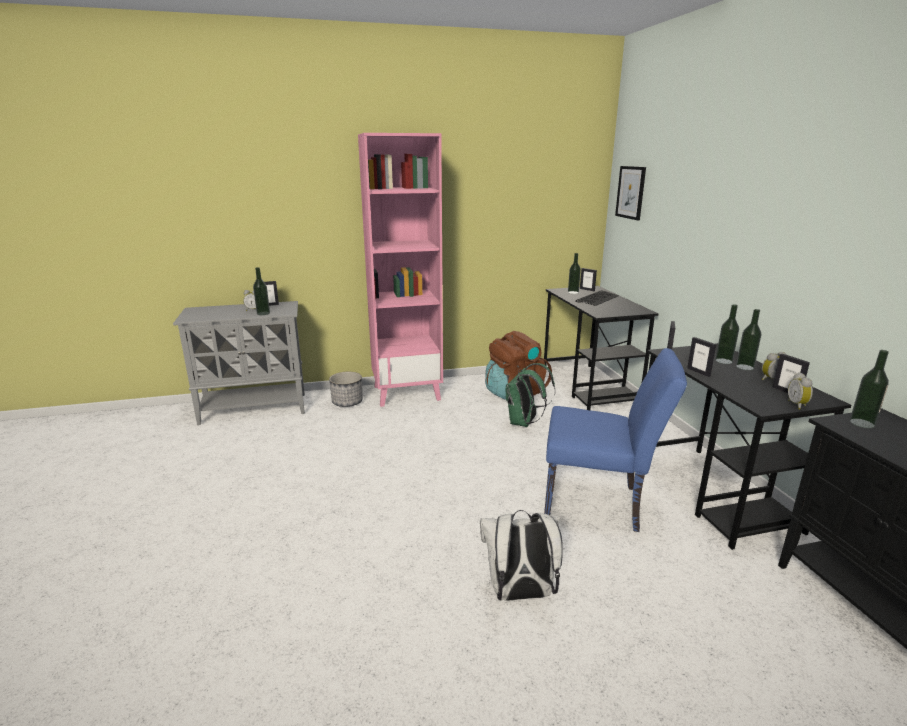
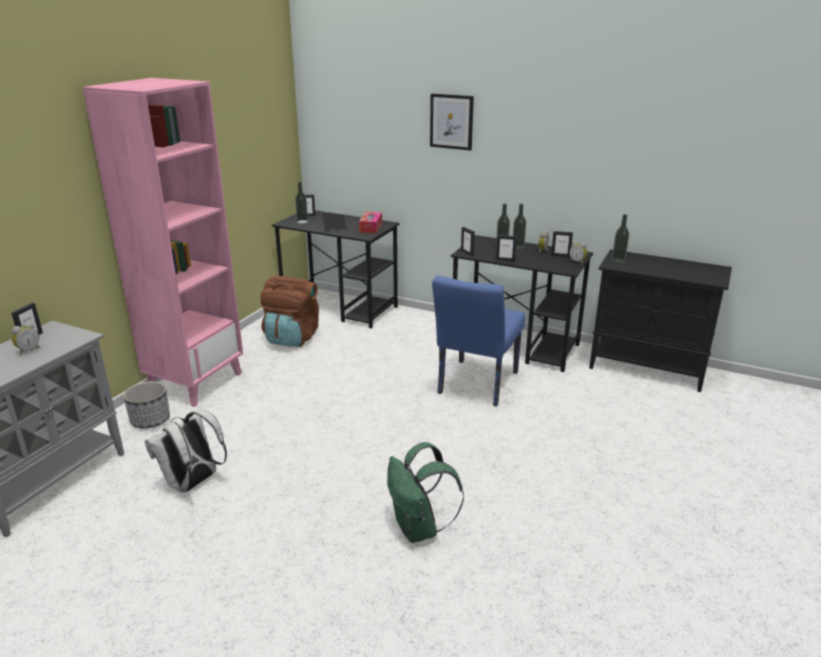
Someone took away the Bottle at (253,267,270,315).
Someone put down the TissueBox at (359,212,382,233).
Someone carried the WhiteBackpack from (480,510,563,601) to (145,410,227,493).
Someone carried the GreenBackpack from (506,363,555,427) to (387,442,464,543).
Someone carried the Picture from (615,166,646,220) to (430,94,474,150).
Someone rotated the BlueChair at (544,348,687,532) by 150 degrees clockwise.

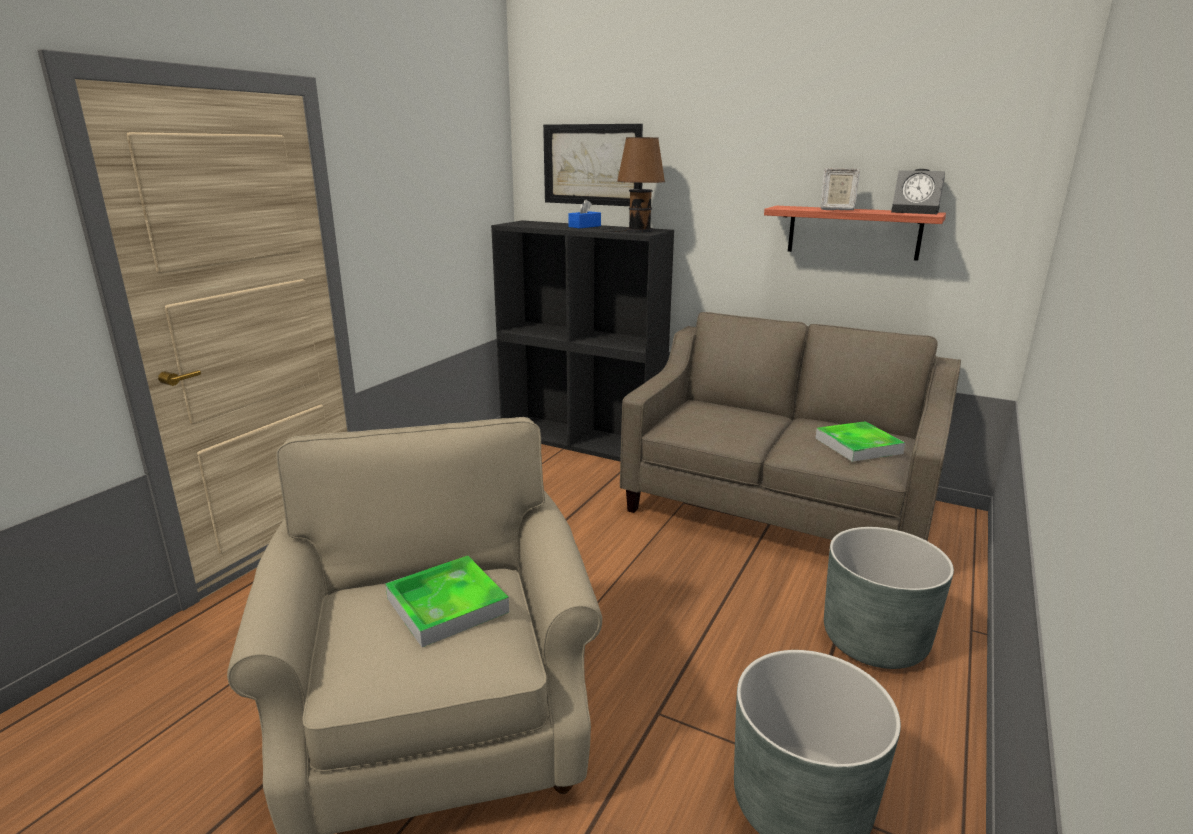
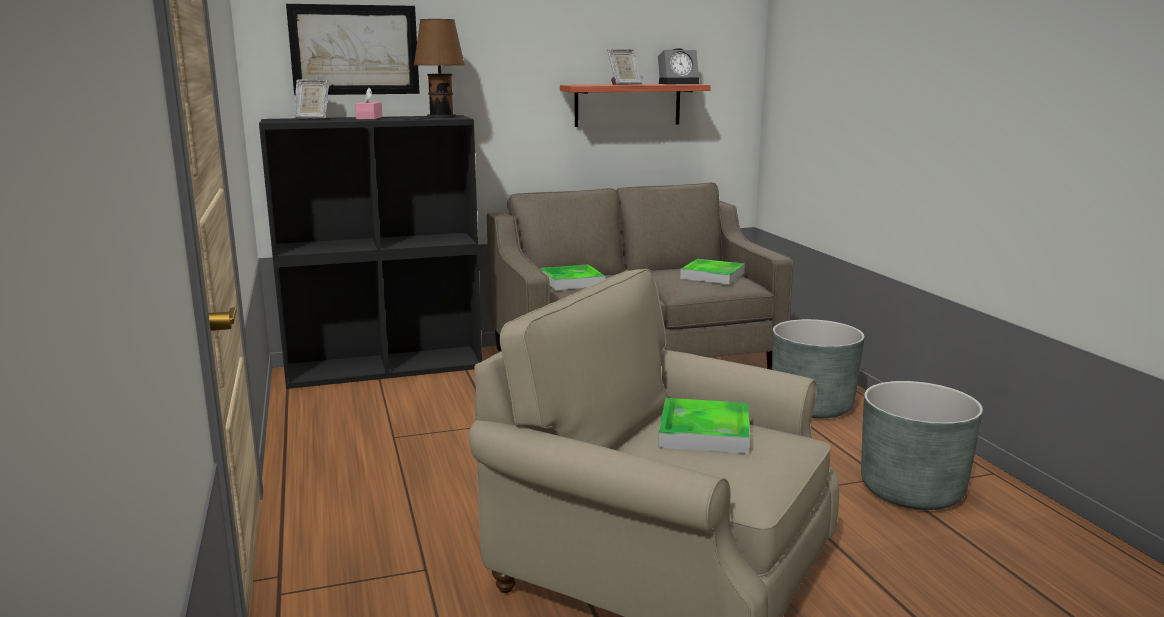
Someone put down the PictureFrame at (295,79,329,119).
Someone put down the Tray at (540,264,605,290).
Someone repainted the BlueTissueBox at (568,199,601,228), which became the PinkTissueBox at (355,88,382,119).

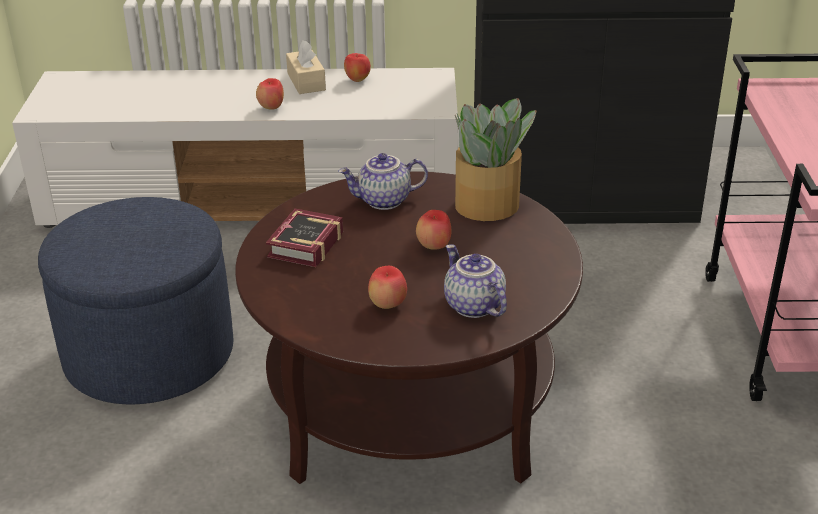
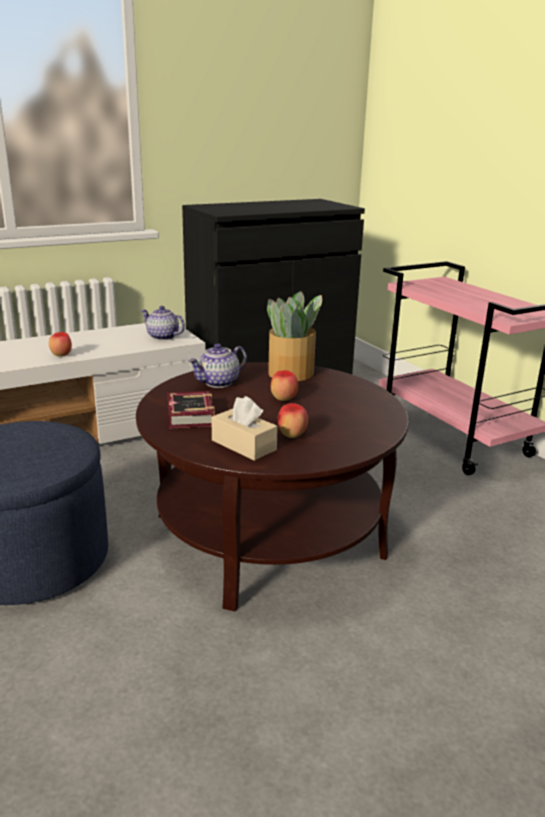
Someone took away the Apple at (344,53,371,82).
Someone carried the BeigeTissueBox from (286,40,326,94) to (211,396,278,461).
Someone carried the Teapot from (444,244,507,318) to (141,306,185,340).

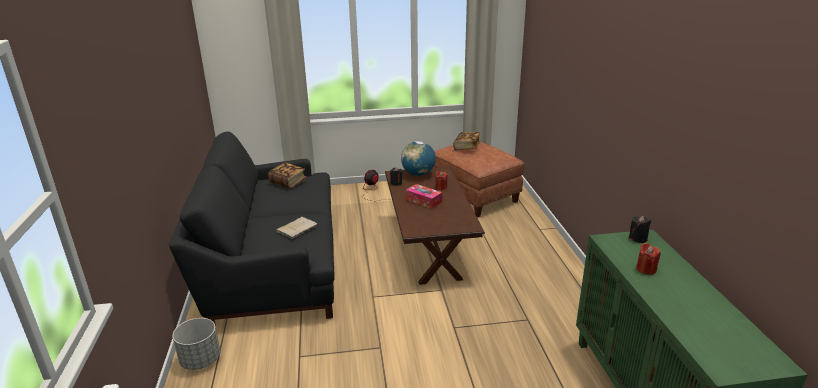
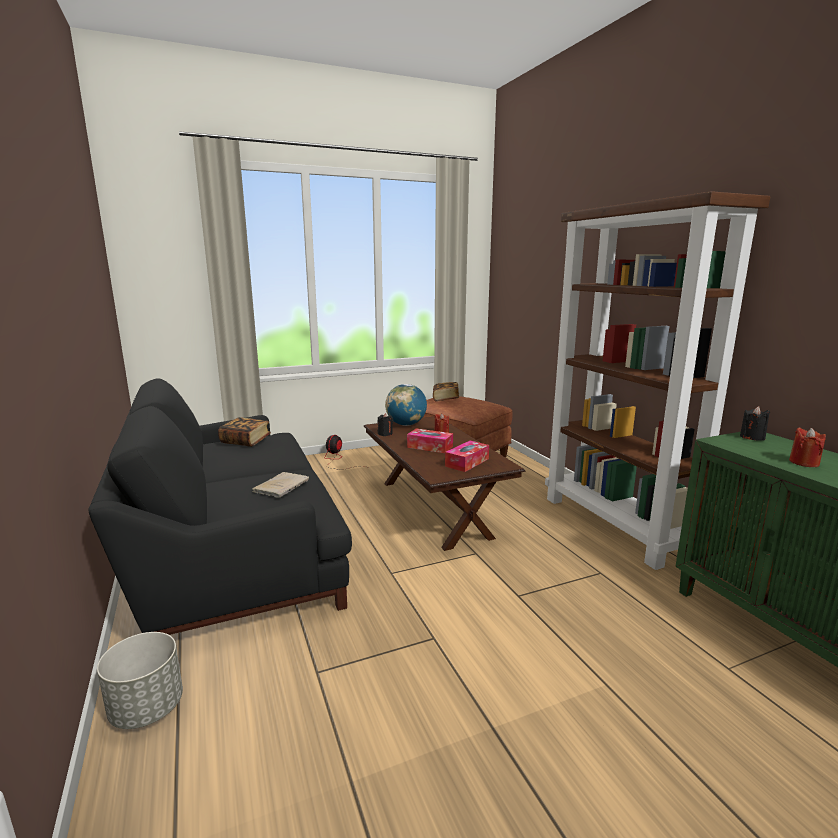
Someone put down the TissueBox at (445,441,489,472).
Someone put down the BrownBookcase at (545,191,771,570).

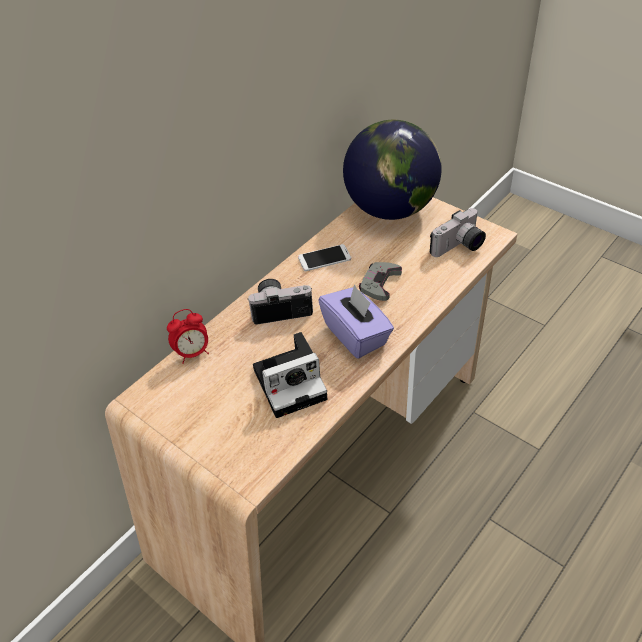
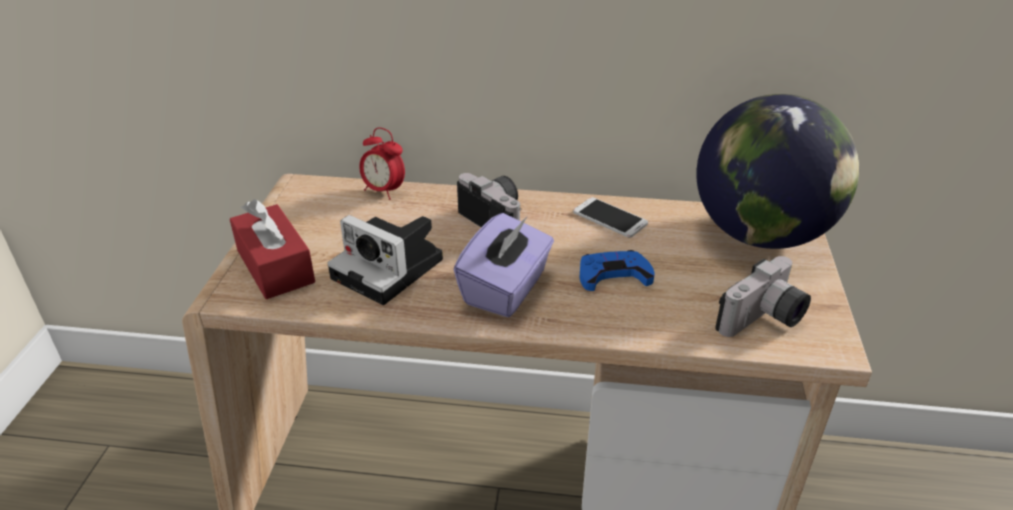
Someone put down the RedTissueBox at (230,199,315,299).
Someone repainted the GreyGameController at (359,262,402,301), which became the BlueGameController at (580,250,655,291).
Someone rotated the PhotoCamera at (430,208,486,257) by 60 degrees counterclockwise.

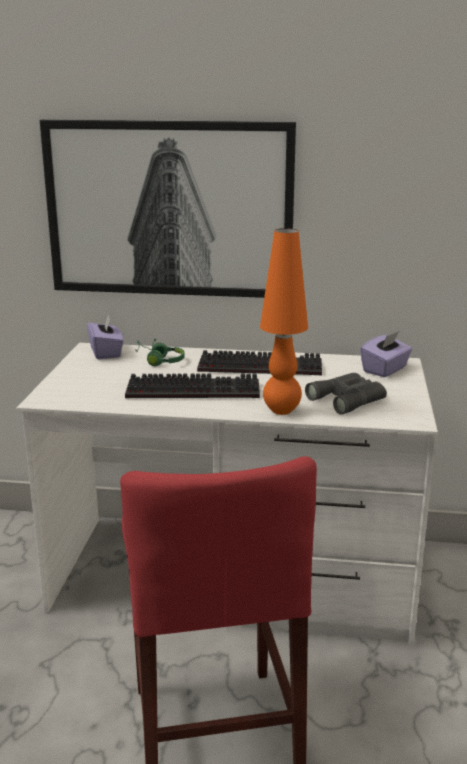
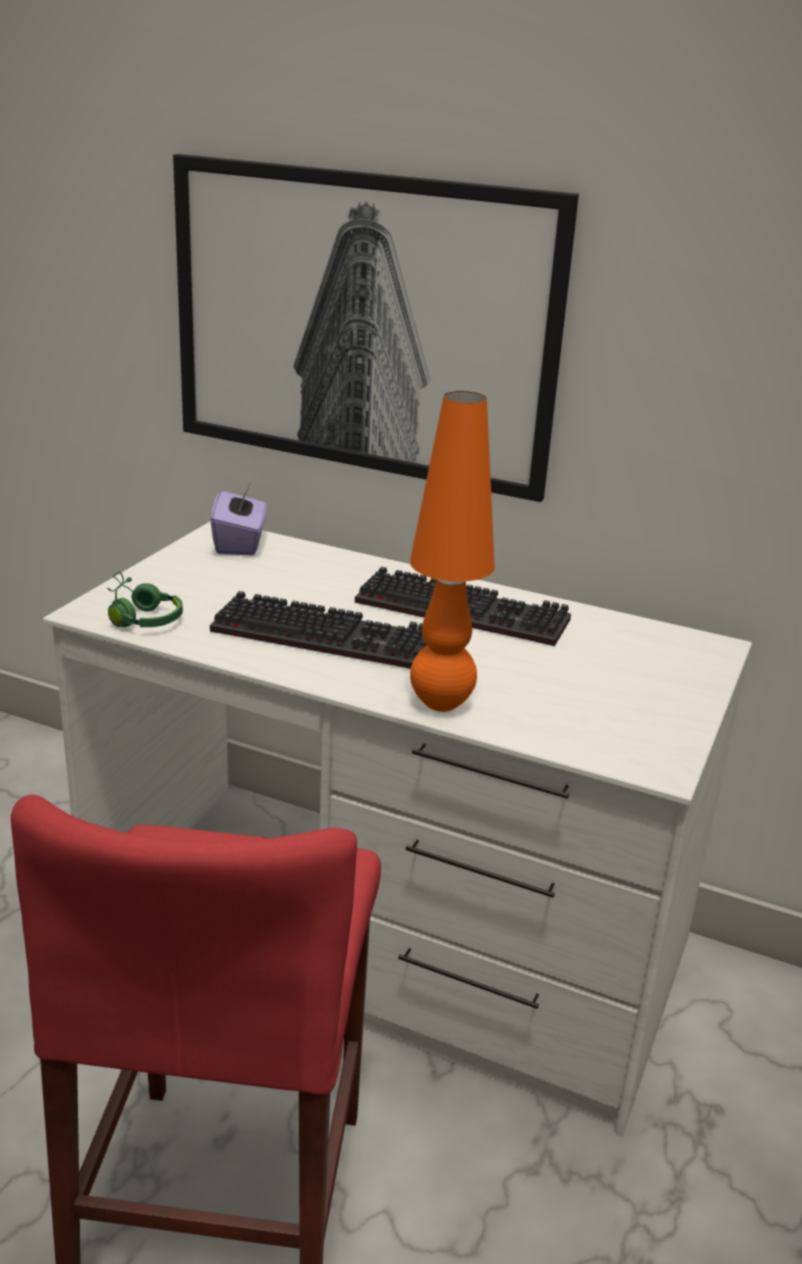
Someone took away the GreyBinoculars at (305,373,387,415).
Someone took away the PurpleTissueBox at (360,331,413,377).
Someone carried the GreenHeadphones from (135,339,185,366) to (106,572,183,627).

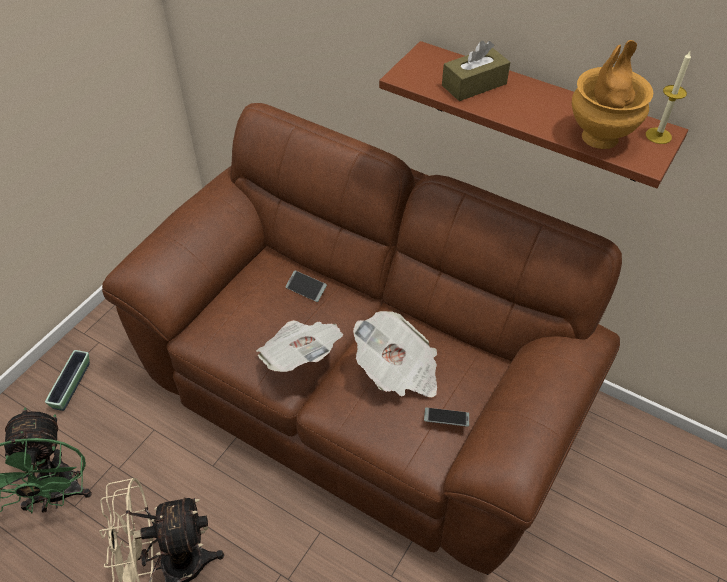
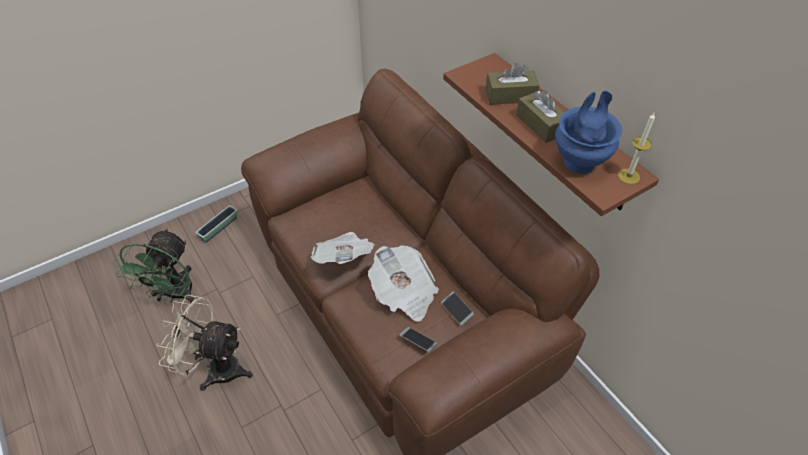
Someone put down the BrownTissueBox at (516,90,564,143).
Someone carried the Phone from (285,270,327,302) to (441,291,474,326).
Someone repainted the BrownVase at (572,40,653,149), which became the BlueVase at (555,90,622,174).

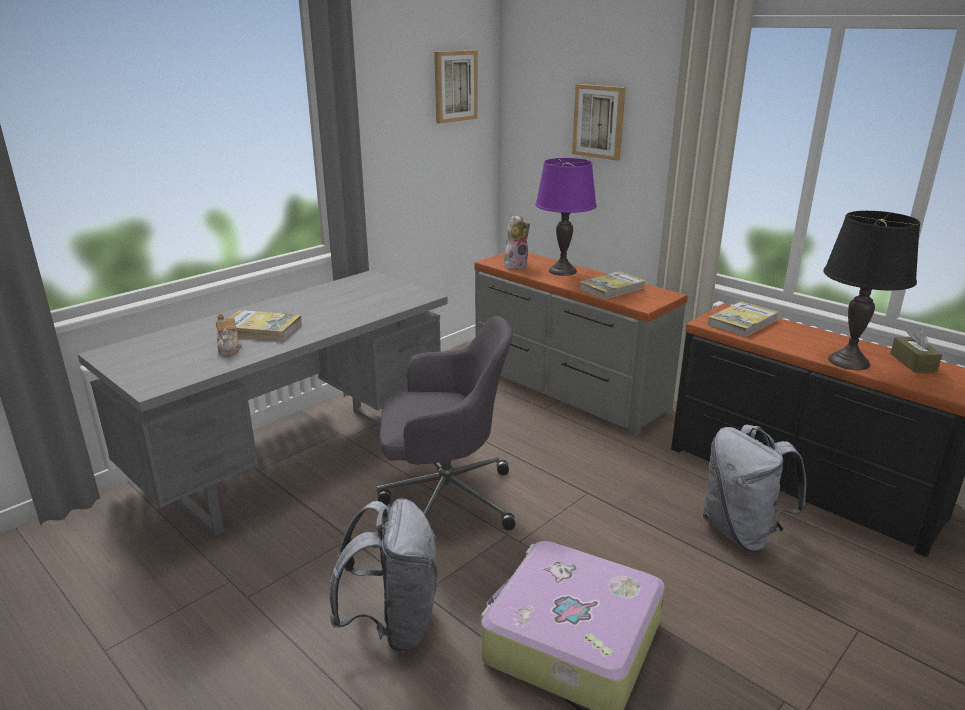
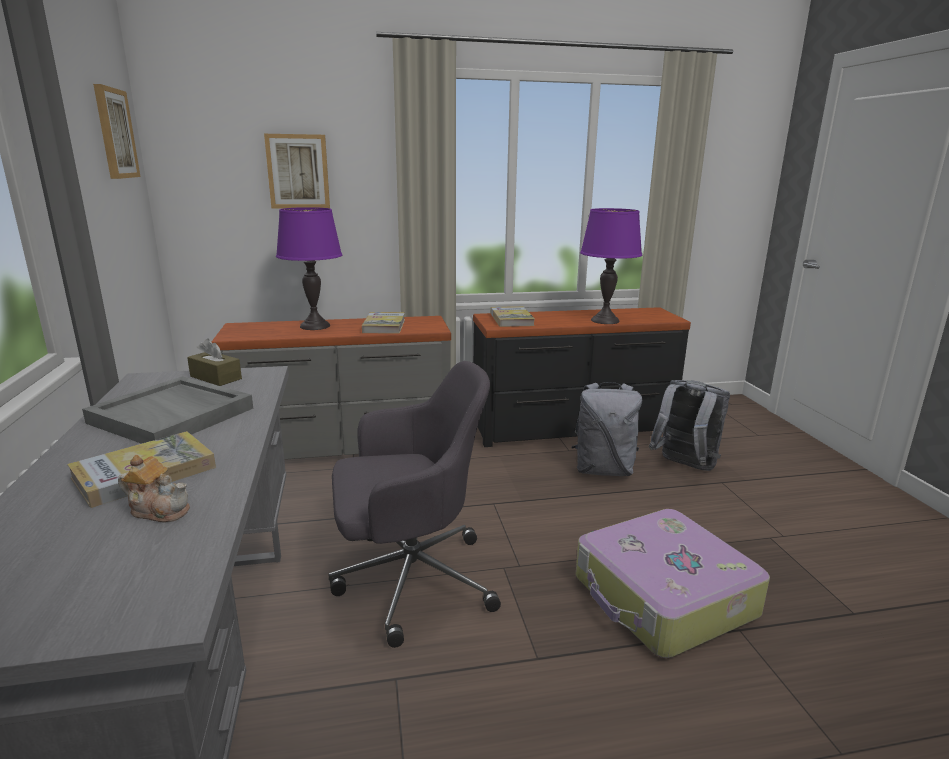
Someone took away the PlushToy at (504,215,530,270).
Someone put down the GreyTray at (82,376,253,444).
Someone carried the GreyBackpack from (329,498,437,652) to (649,380,730,471).
Someone carried the BrownTissueBox from (890,328,942,373) to (187,338,242,386).
Someone repainted the BlackTableLamp at (823,211,920,370), which became the PurpleTableLamp at (580,208,642,324).
Someone rotated the GreyOfficeChair at (377,316,515,530) by 45 degrees clockwise.

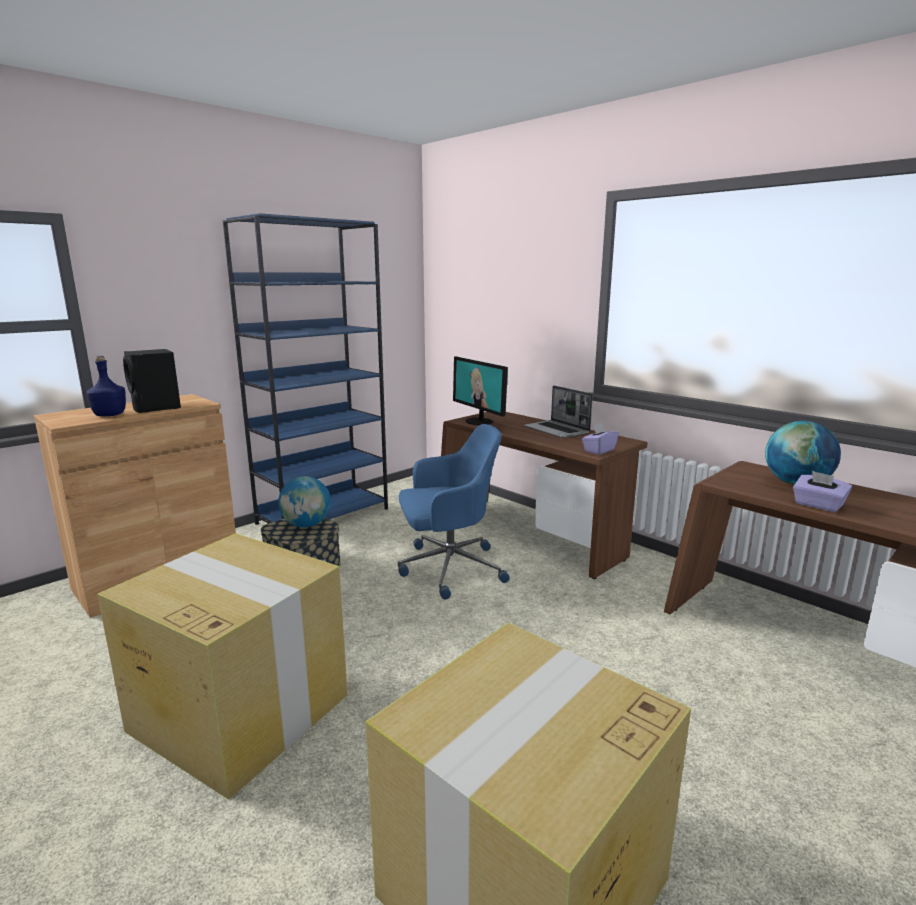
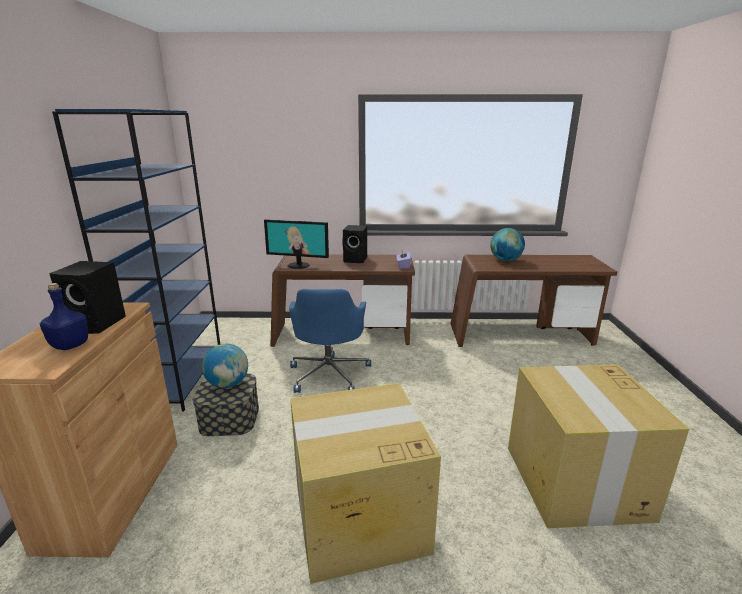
Someone took away the PurpleTissueBox at (793,471,852,512).
Someone swapped the Laptop at (524,386,593,438) for the BlackSpeaker at (342,225,367,263).
Someone rotated the BlueOfficeChair at (398,424,510,599) by 150 degrees clockwise.

